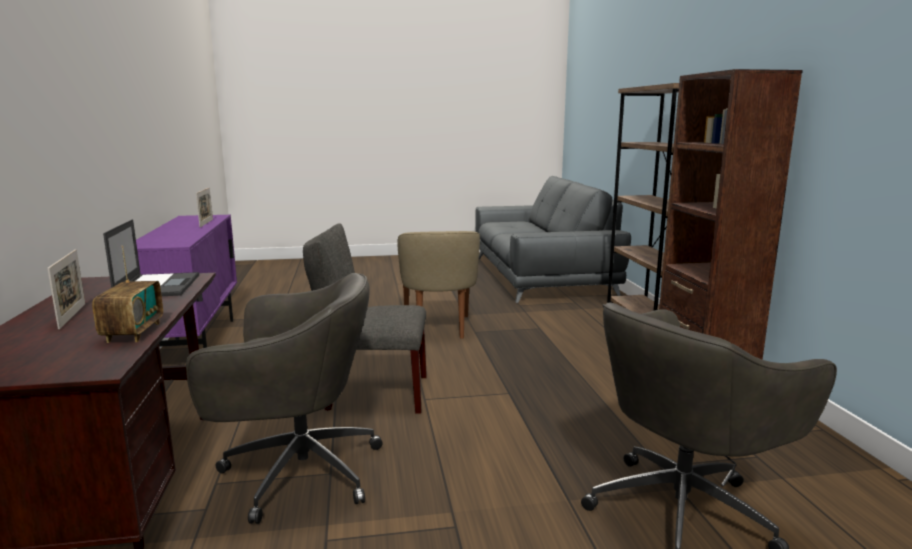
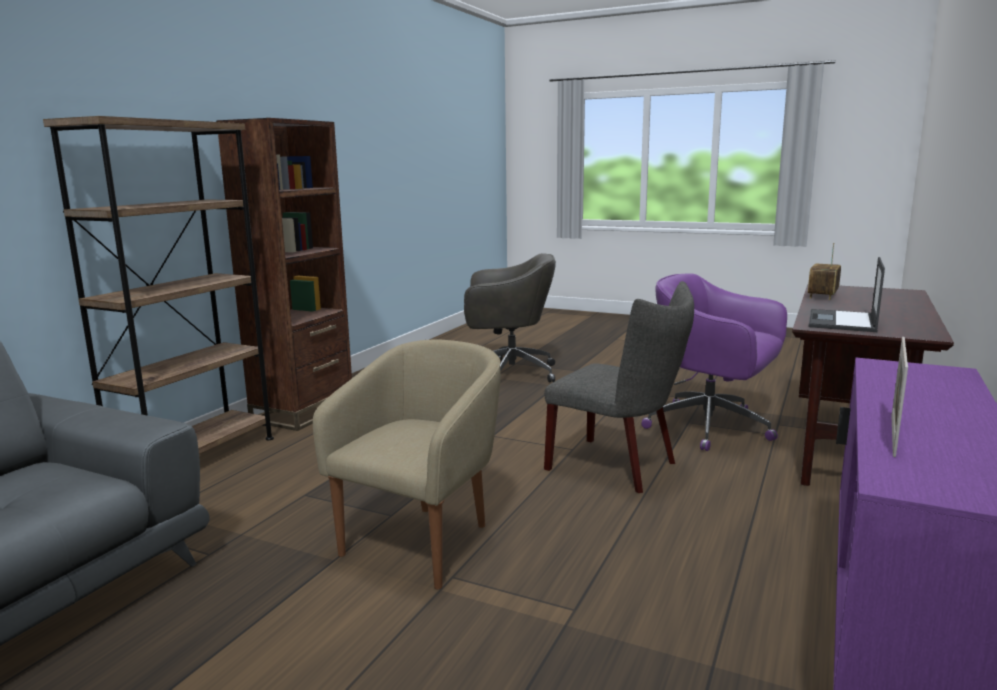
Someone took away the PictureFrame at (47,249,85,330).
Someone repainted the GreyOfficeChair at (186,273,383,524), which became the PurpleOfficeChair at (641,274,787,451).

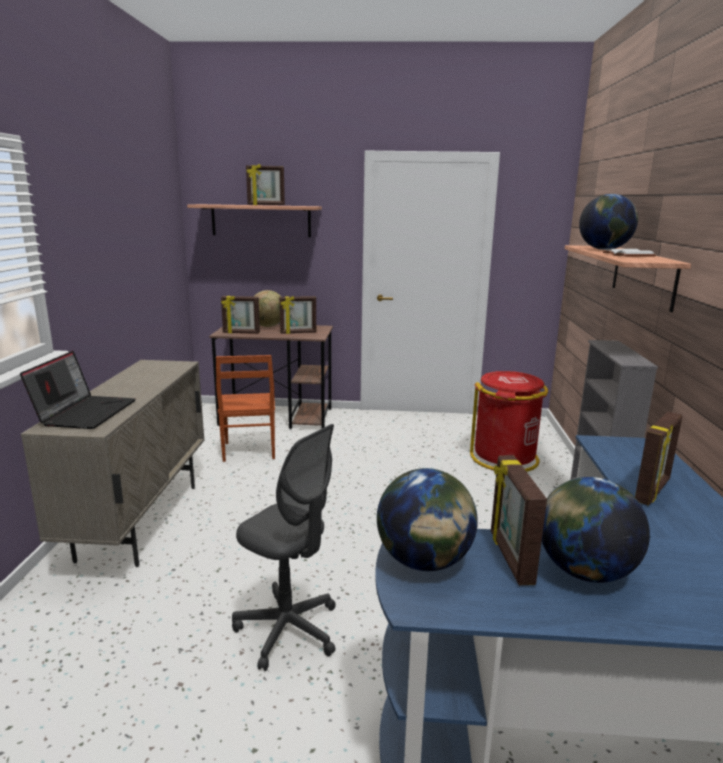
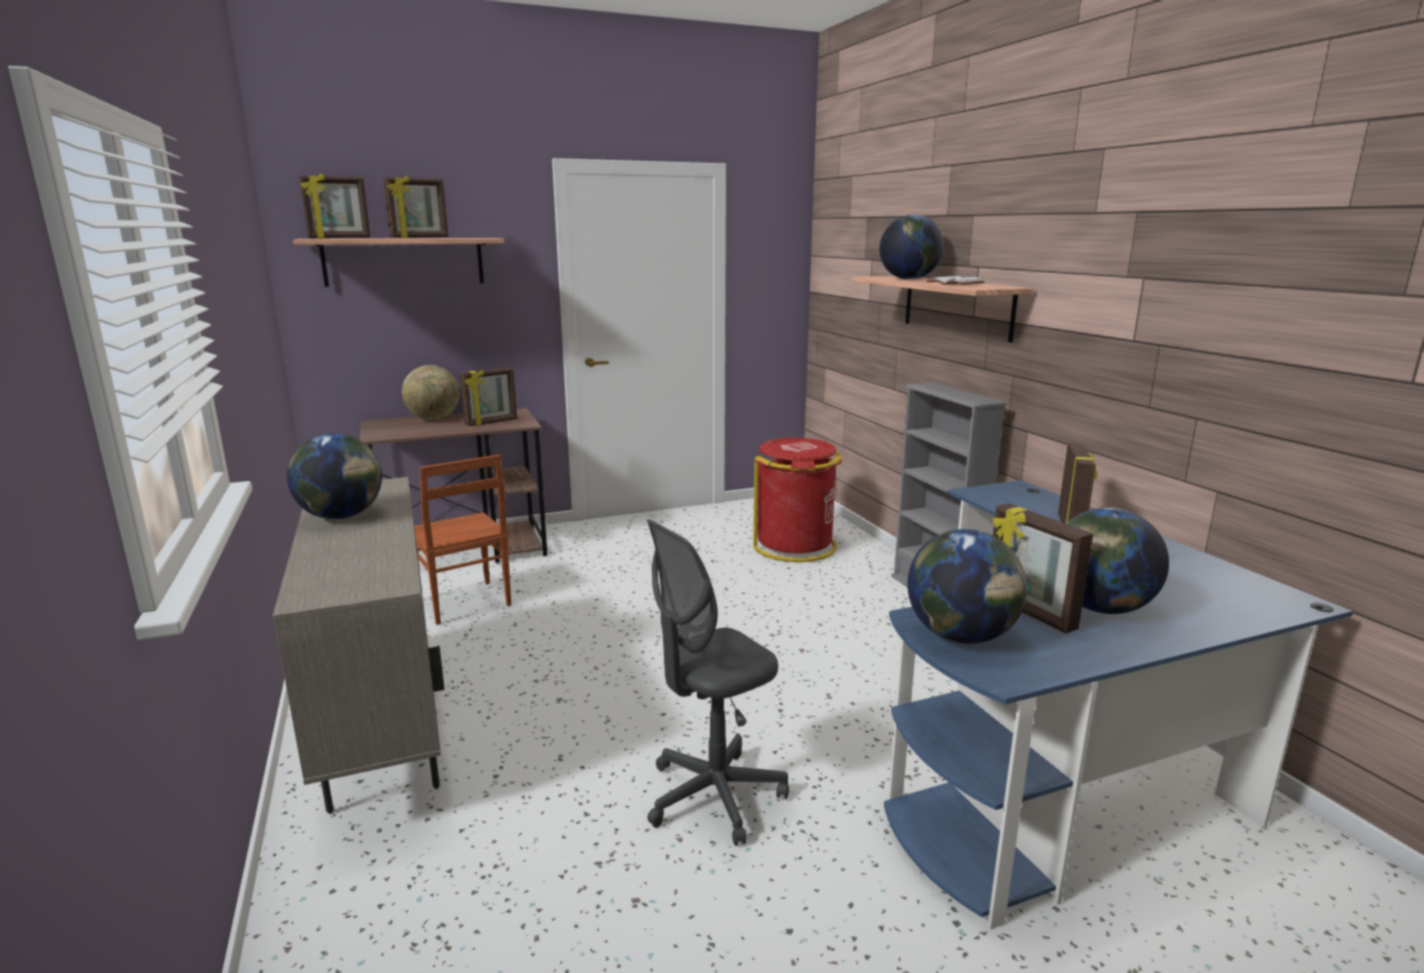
Someone took away the Laptop at (20,351,136,429).
Someone put down the Globe at (287,433,382,519).
Someone carried the PictureFrame from (221,296,260,334) to (299,173,371,239).
Someone rotated the GreyOfficeChair at (232,424,336,671) by 135 degrees clockwise.

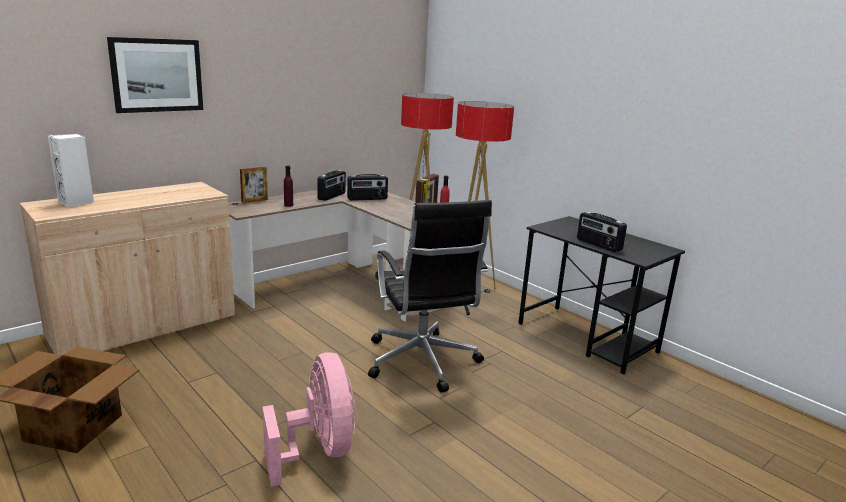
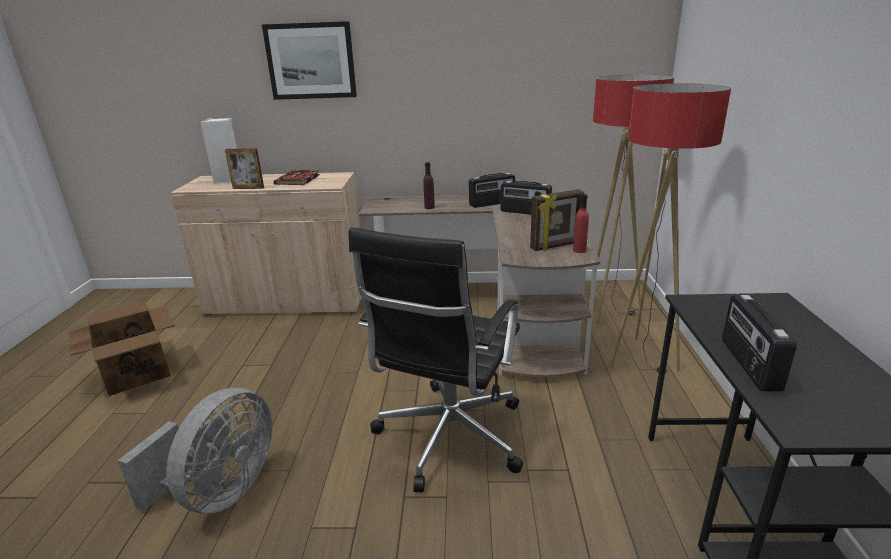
Someone put down the Book at (274,170,320,185).
Someone carried the PictureFrame from (240,167,268,203) to (225,148,264,189).
Someone repainted the PinkFan at (262,352,355,487), which became the GreyFan at (118,388,272,514).

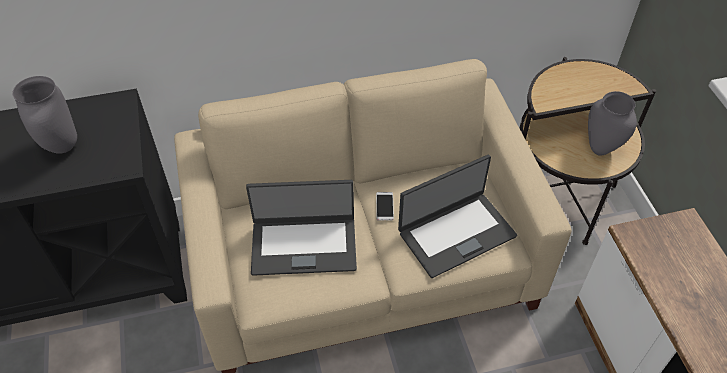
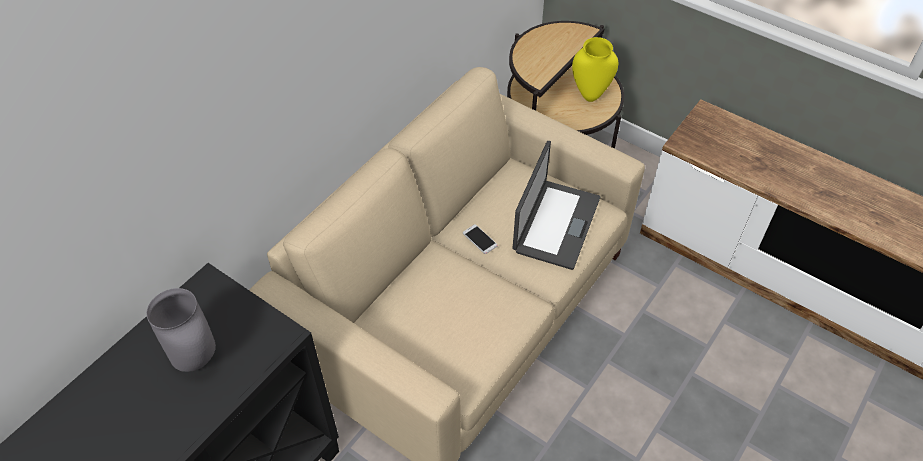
Someone took away the Laptop at (246,180,357,276).
Someone repainted the GreyVase at (588,91,637,156), which became the YellowVase at (572,37,618,102).

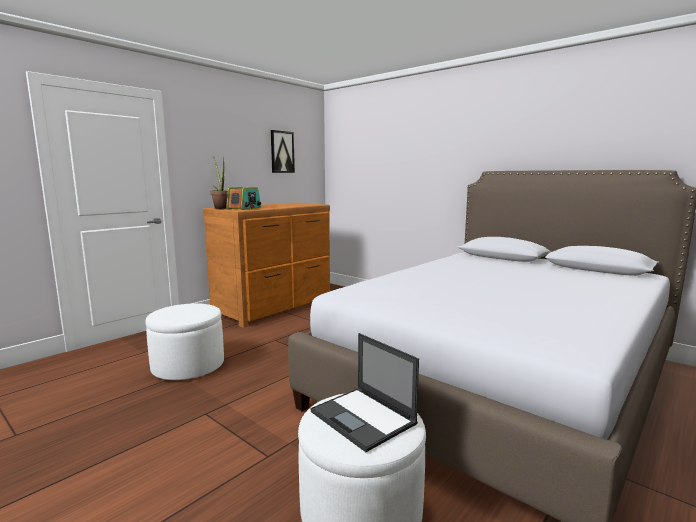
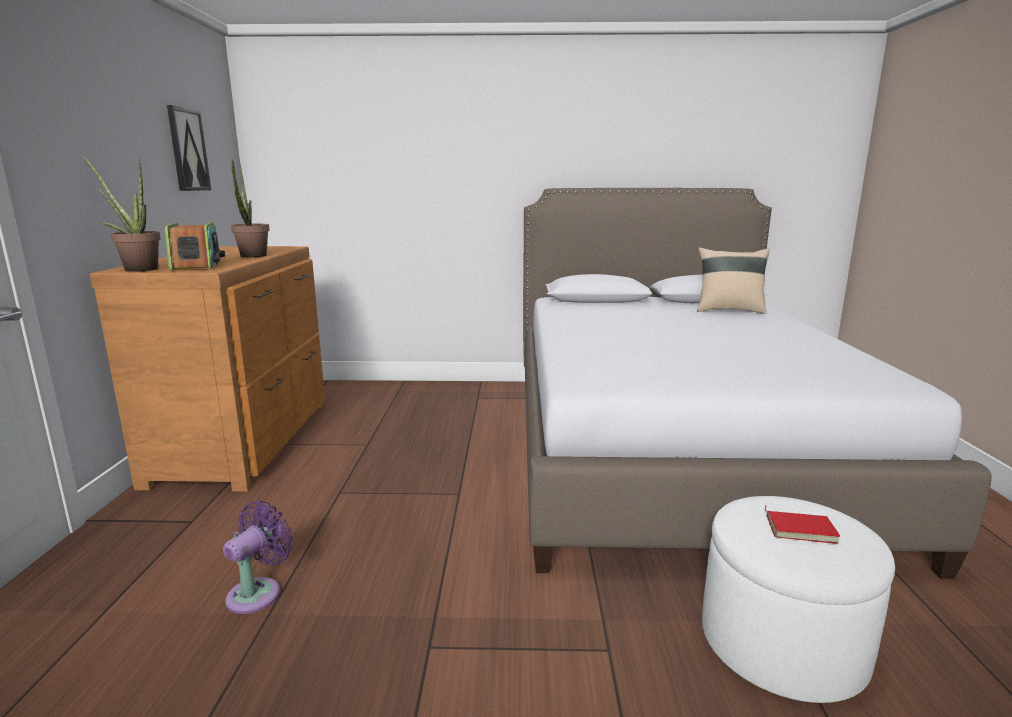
Someone put down the PottedPlant at (231,159,270,257).
Someone put down the BeigePillow at (697,247,770,314).
Someone swapped the WhiteOttoman at (145,303,224,380) for the PurpleFan at (223,501,293,614).
Someone swapped the Laptop at (310,333,419,452) for the RedBook at (765,505,840,544).

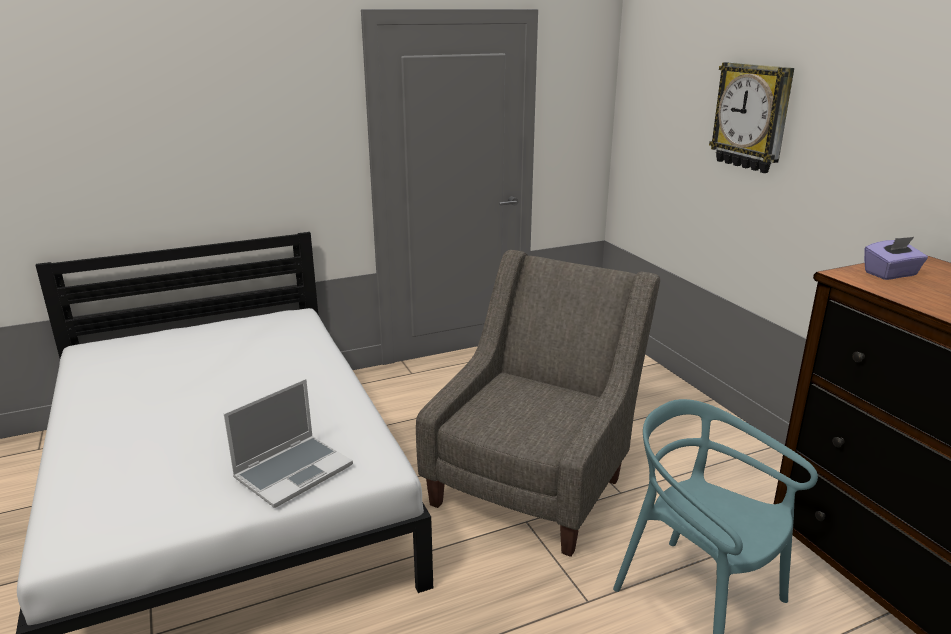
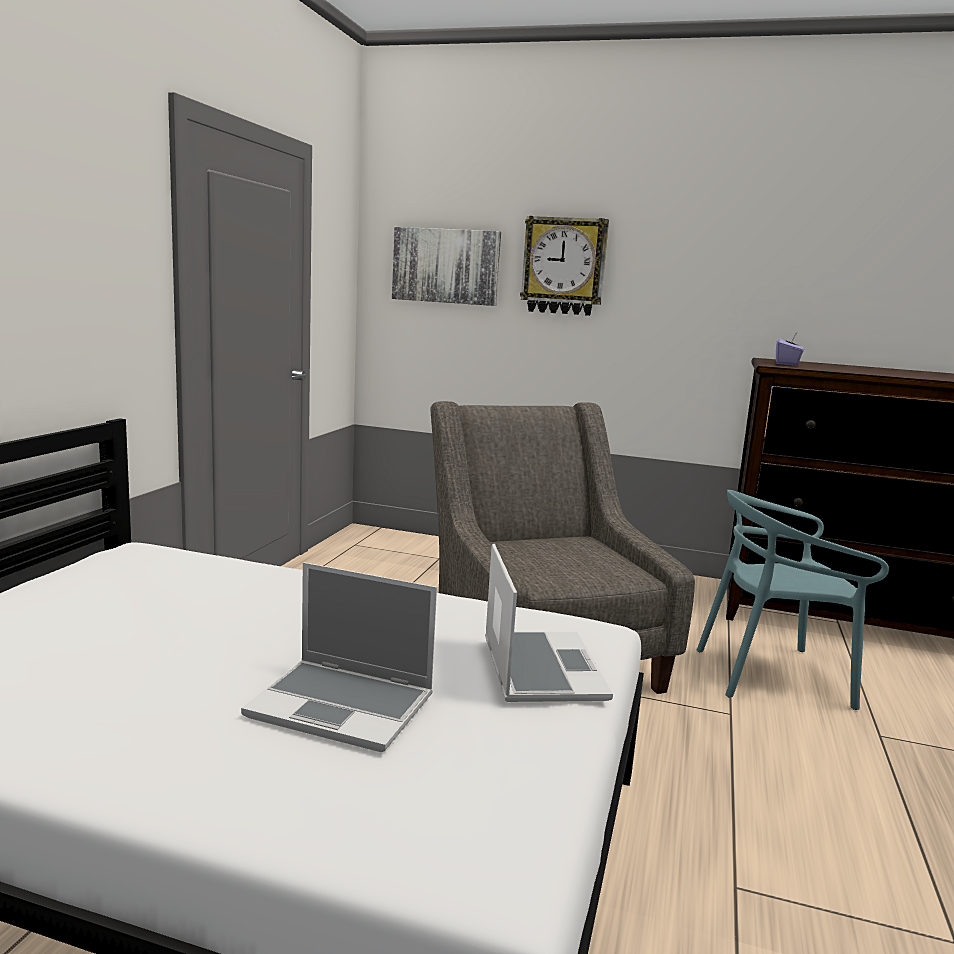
Someone put down the Laptop at (241,562,437,752).
Someone put up the Picture at (392,227,501,306).

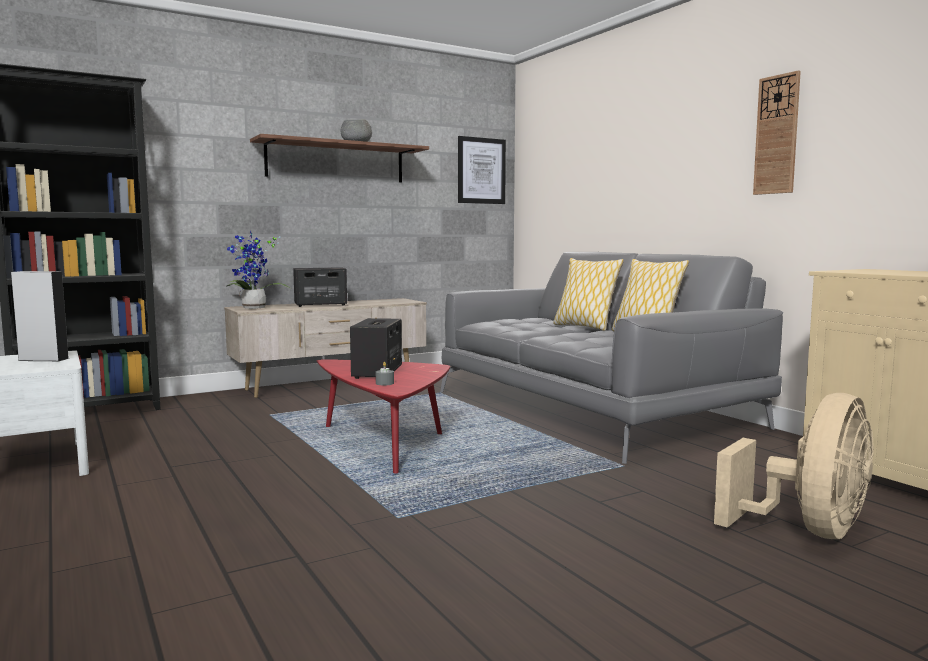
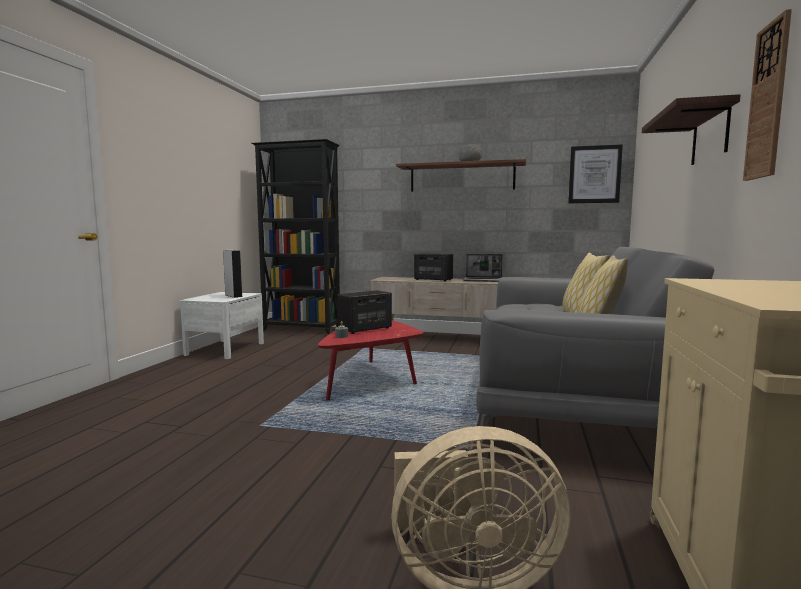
Someone took away the PottedPlant at (226,230,291,309).
Someone put down the Laptop at (462,254,503,282).
Someone put up the Shelf at (642,94,741,165).

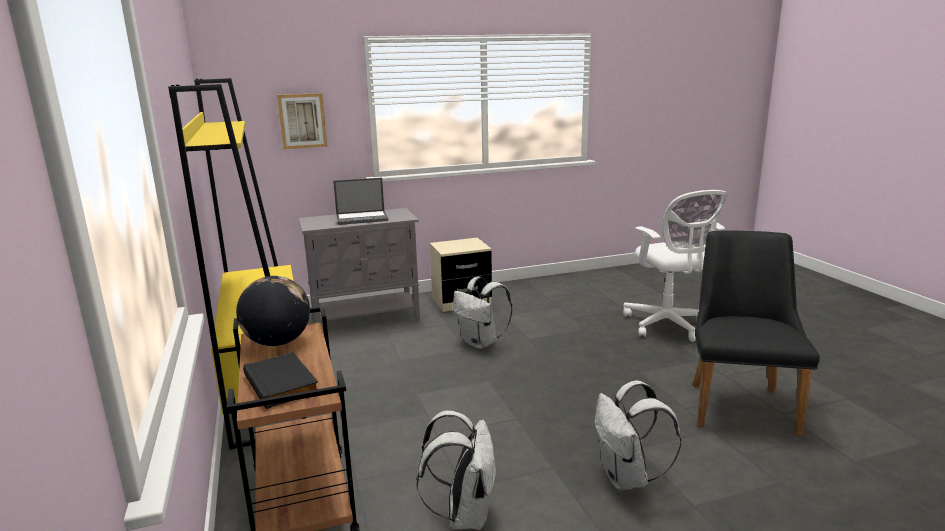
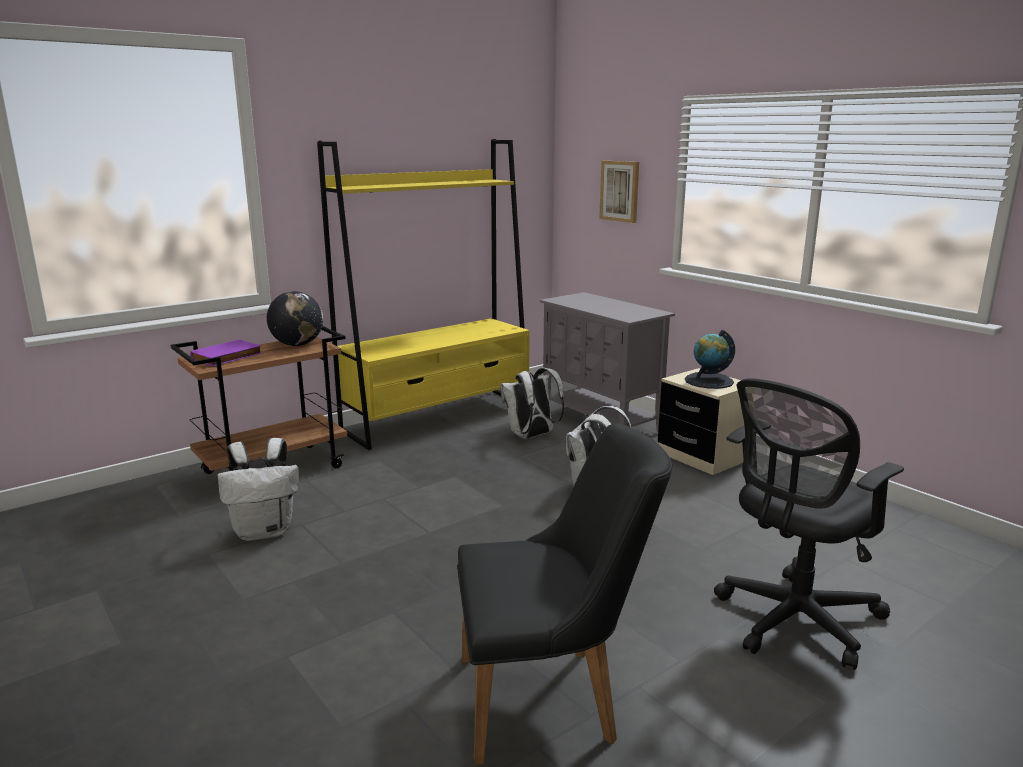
Someone took away the Laptop at (333,178,388,225).
Someone put down the Globe at (685,330,735,389).
Someone carried the WhiteBackpack from (595,380,681,490) to (500,368,564,439).
Someone repainted the BlackBook at (243,352,318,409), which became the PurpleBook at (190,339,263,366).
Someone repainted the WhiteOfficeChair at (623,190,728,342), which became the BlackOfficeChair at (714,378,904,670).

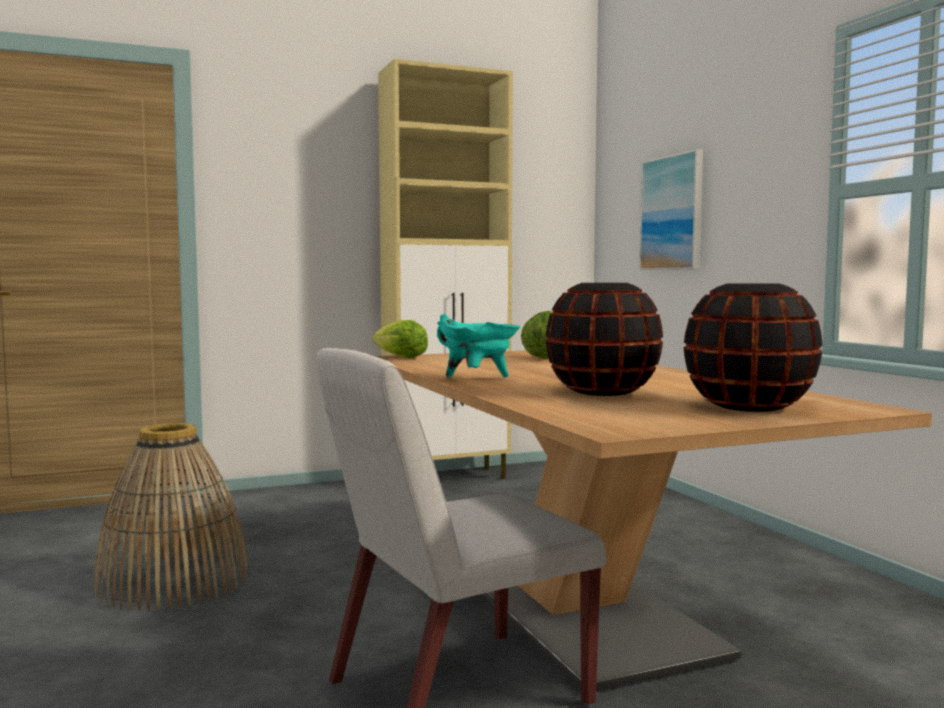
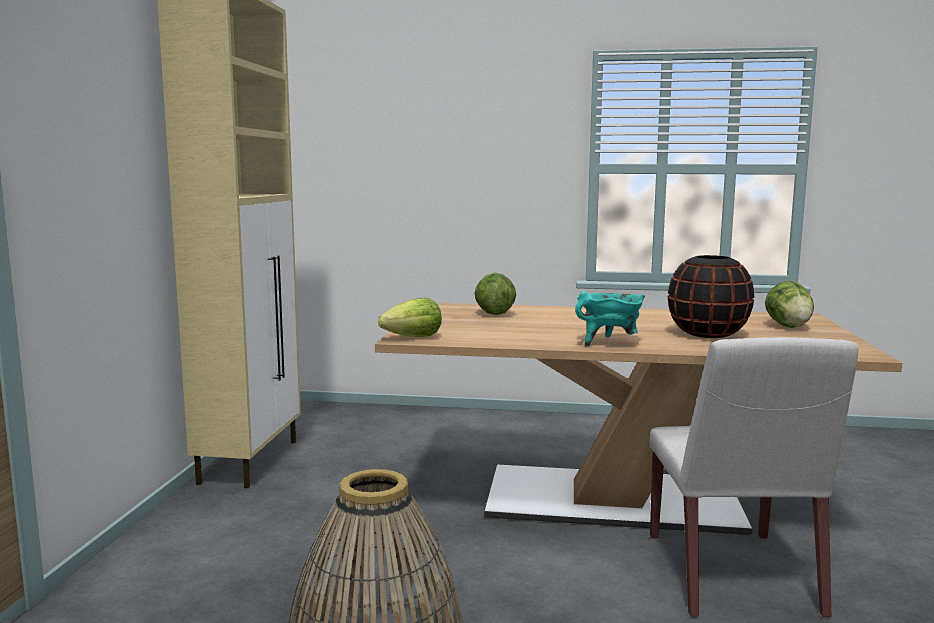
Someone took away the Picture at (640,149,703,270).
Someone swapped the BlackVase at (684,283,823,412) for the Lettuce at (765,280,814,328).

